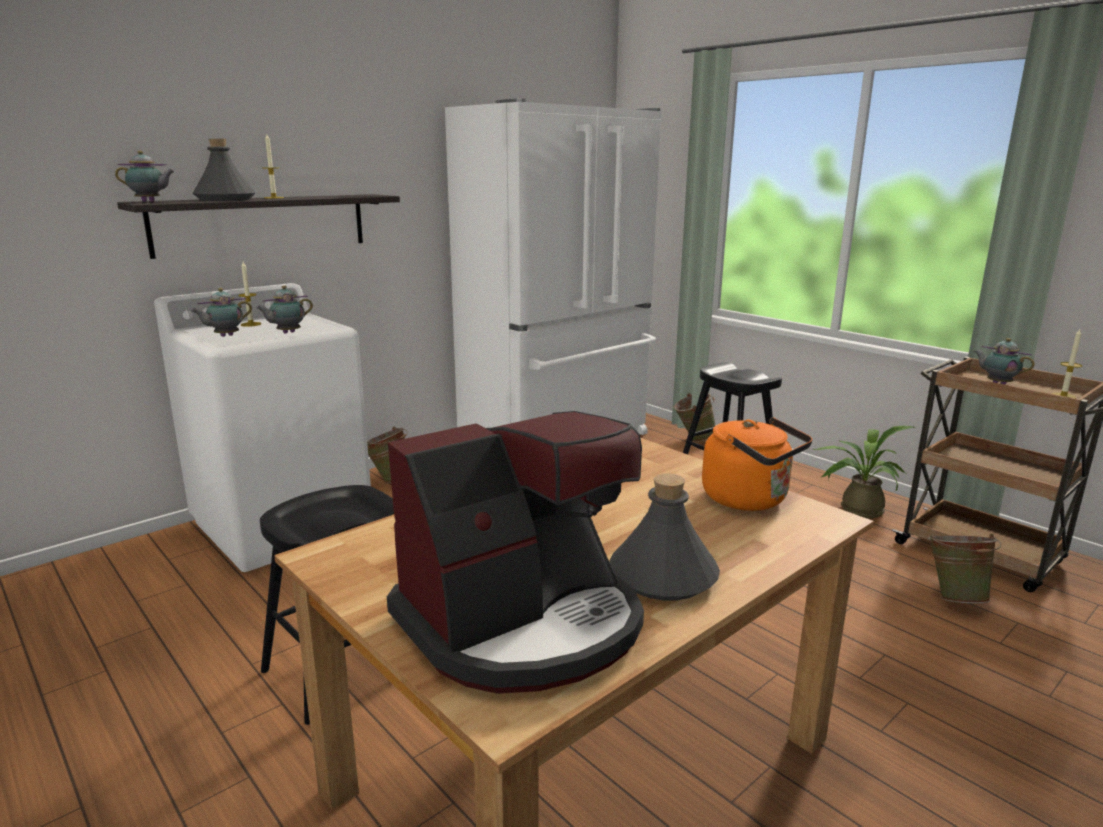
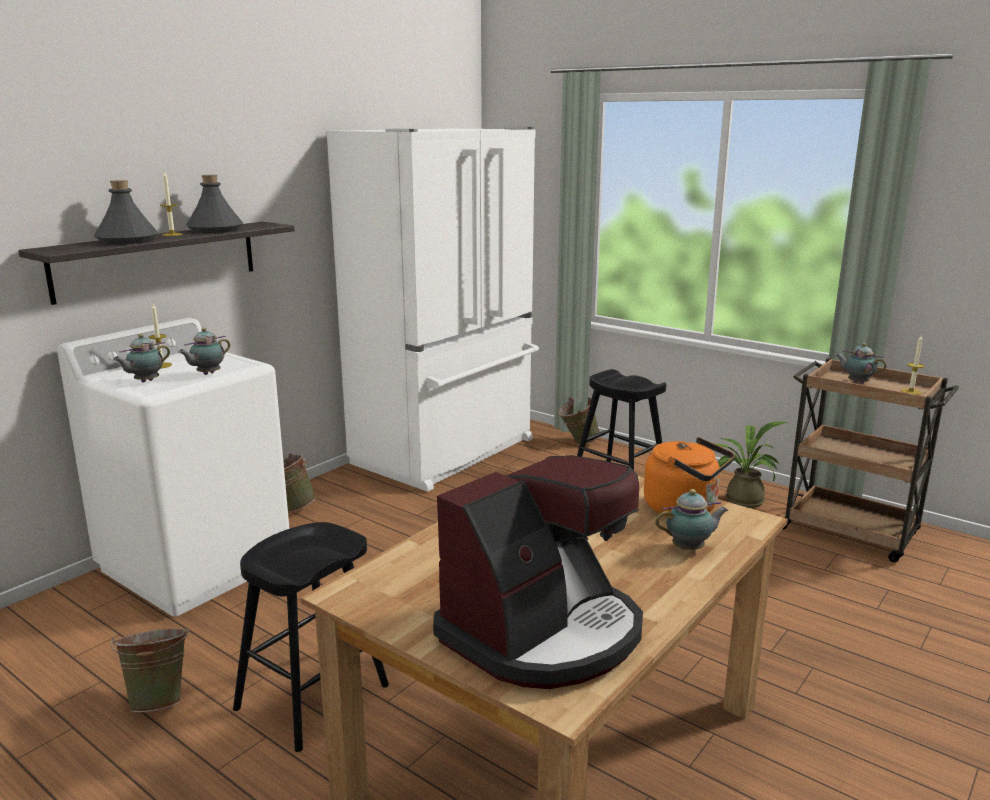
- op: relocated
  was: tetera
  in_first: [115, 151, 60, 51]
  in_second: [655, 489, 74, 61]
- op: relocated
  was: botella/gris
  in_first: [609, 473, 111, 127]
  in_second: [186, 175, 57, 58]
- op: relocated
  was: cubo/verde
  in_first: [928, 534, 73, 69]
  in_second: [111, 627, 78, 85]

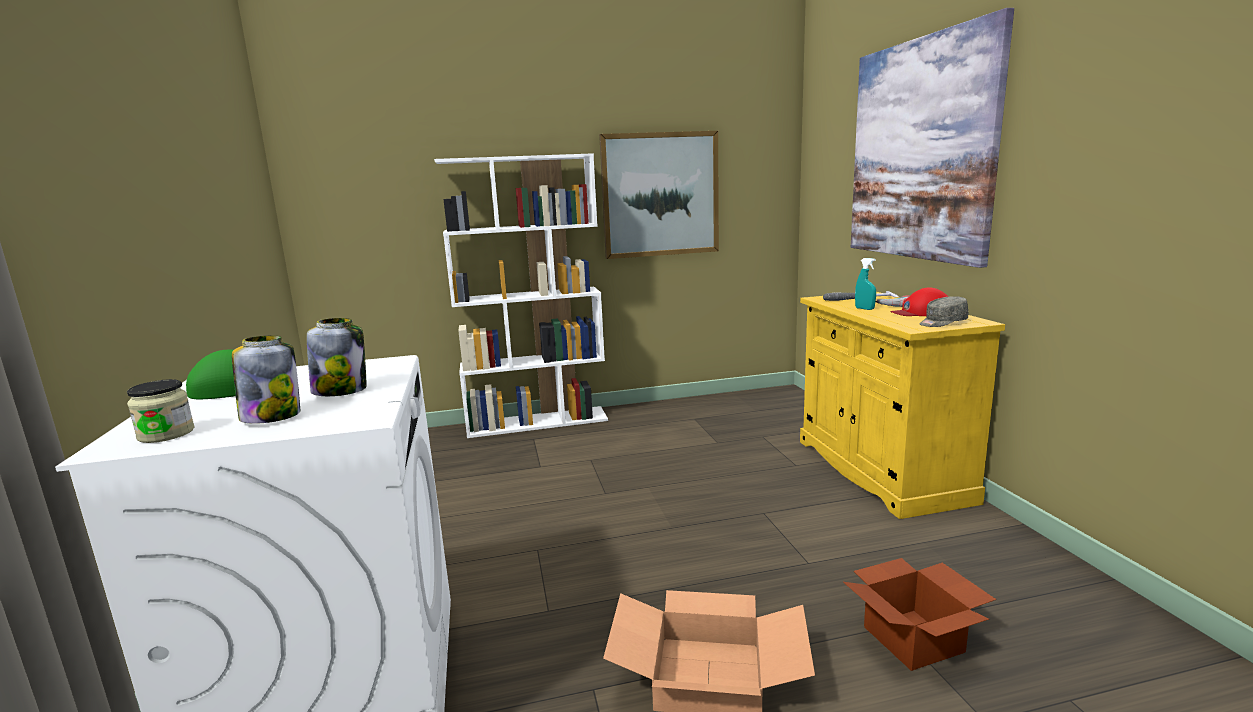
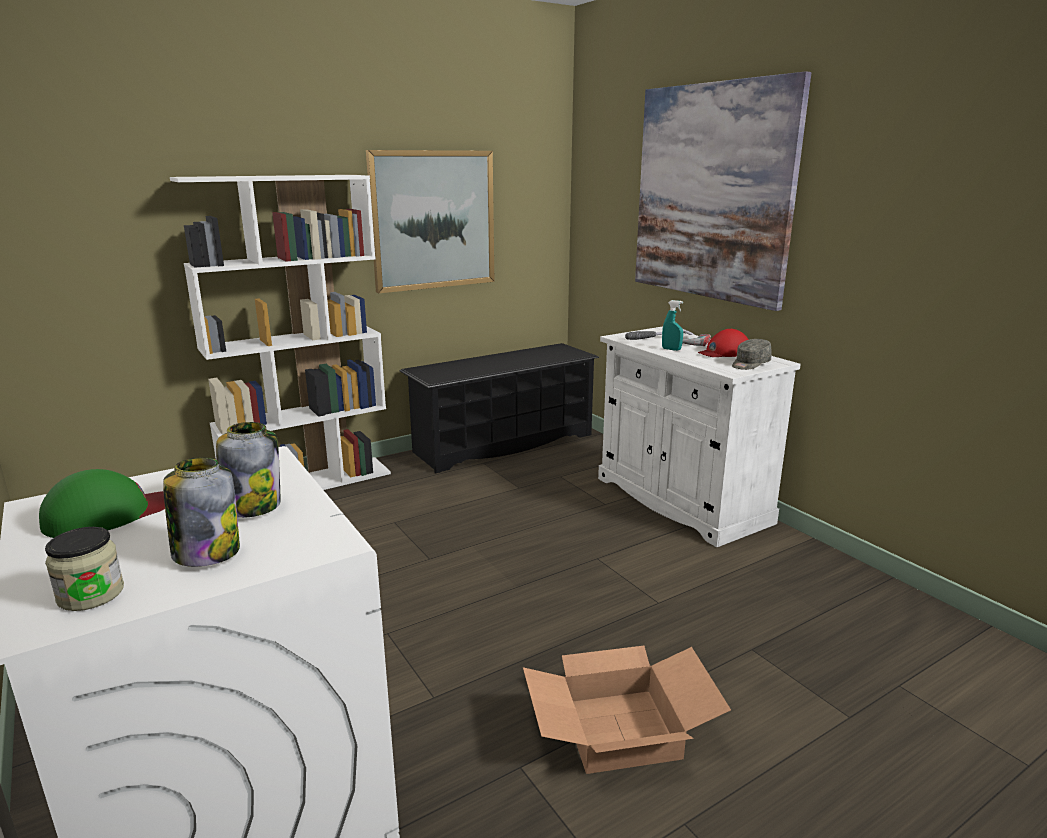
- op: colour
  was: armario/amarillo
  now: armario/blanco
  in_first: [800, 292, 205, 227]
  in_second: [598, 326, 203, 221]
- op: missing
  was: caja de cartón
  in_first: [843, 558, 153, 113]
- op: appeared
  now: zapatero/negro
  in_second: [400, 343, 199, 130]

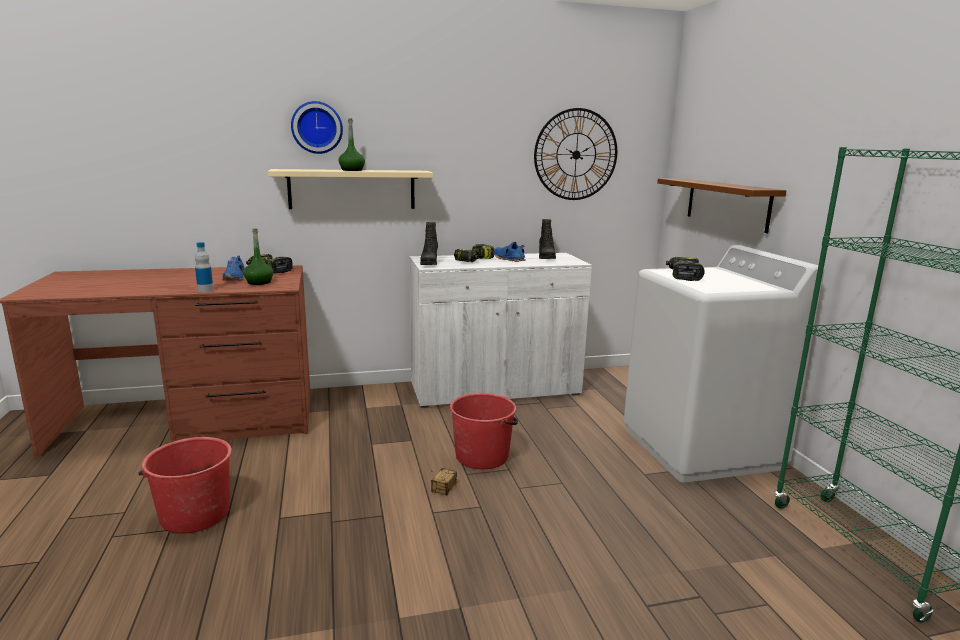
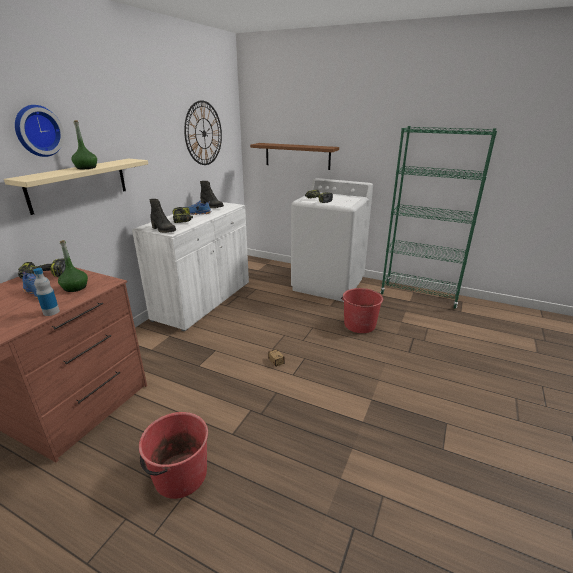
- op: relocated
  was: cubo/rojo
  in_first: [450, 393, 68, 76]
  in_second: [341, 288, 43, 45]

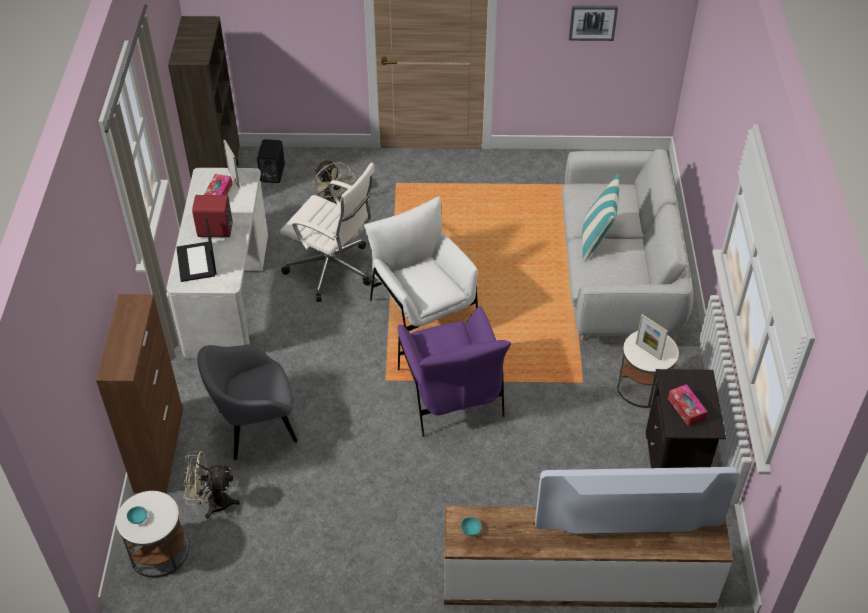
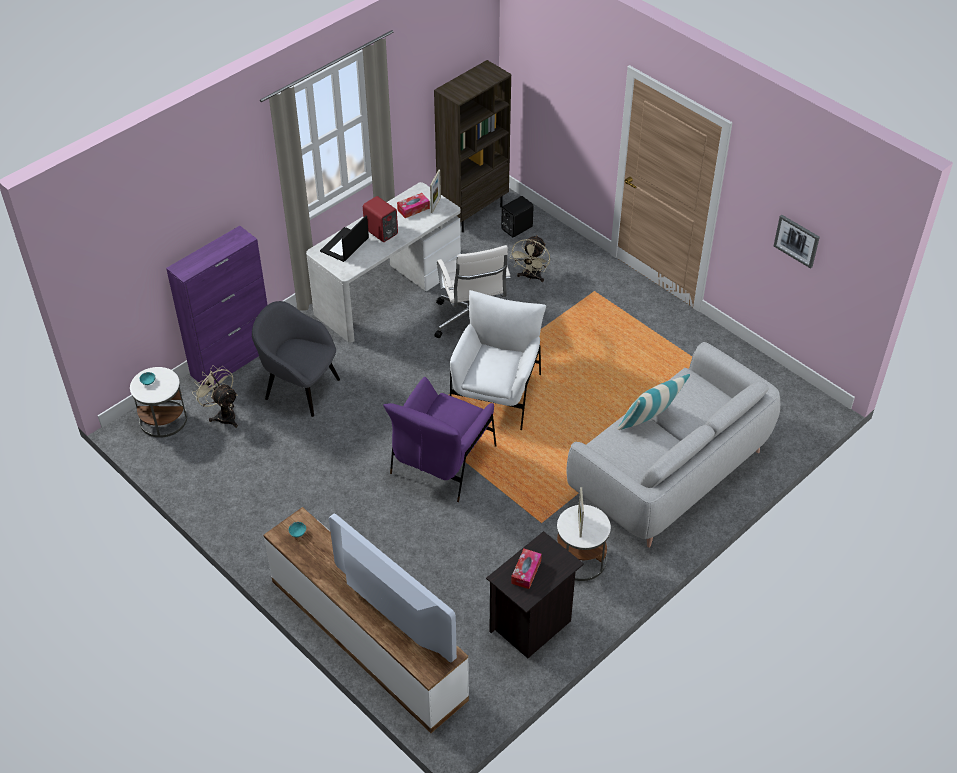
- op: colour
  was: armario/marrón
  now: armario/morado
  in_first: [96, 294, 87, 200]
  in_second: [166, 226, 102, 162]

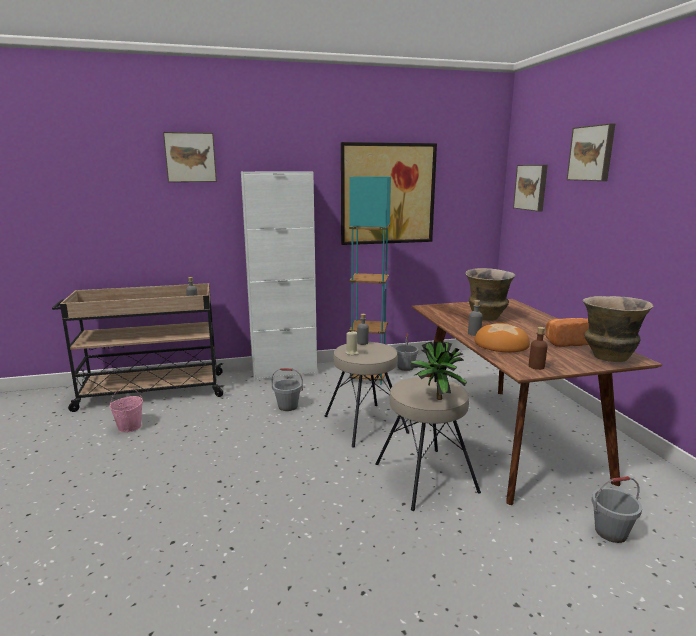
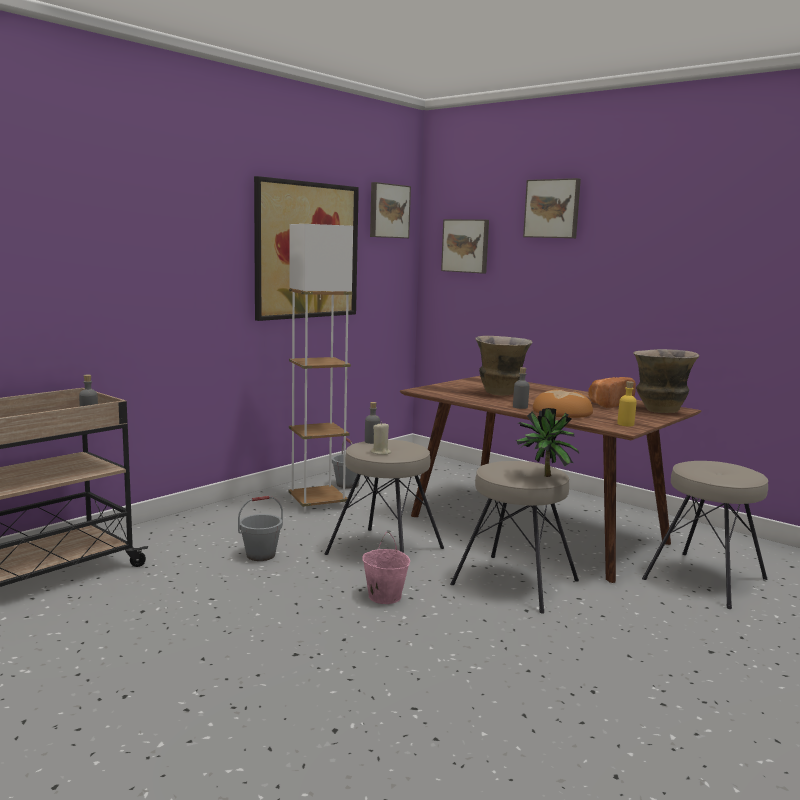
- op: relocated
  was: cubo/rosa
  in_first: [109, 386, 34, 47]
  in_second: [362, 532, 48, 72]
- op: relocated
  was: cuadro
  in_first: [163, 132, 54, 50]
  in_second: [370, 182, 41, 56]
- op: missing
  was: armario/blanco
  in_first: [241, 172, 76, 209]
- op: colour
  was: lámpara de pie/turquesa
  now: lámpara de pie/blanco
  in_first: [349, 177, 42, 208]
  in_second: [289, 224, 64, 289]
- op: colour
  was: botella/marrón
  now: botella/amarillo
  in_first: [529, 327, 18, 43]
  in_second: [617, 381, 20, 46]
- op: exchanged
  was: cubo/gris
  now: taburete/beis
  in_first: [592, 476, 50, 67]
  in_second: [642, 461, 126, 148]

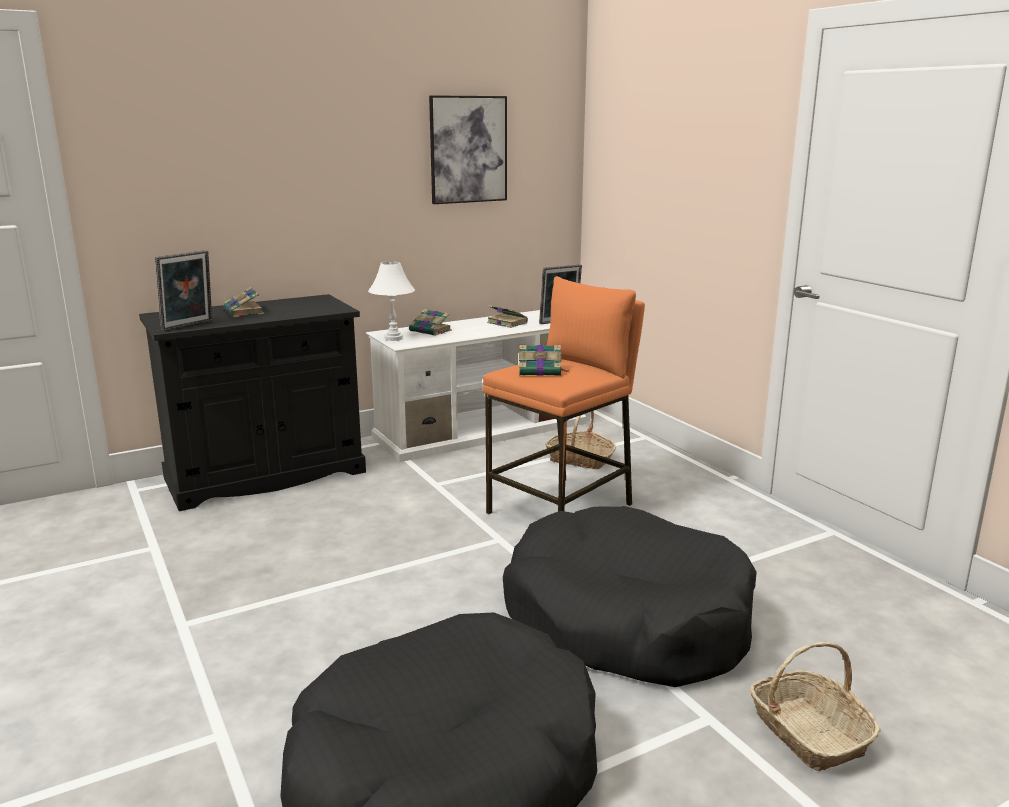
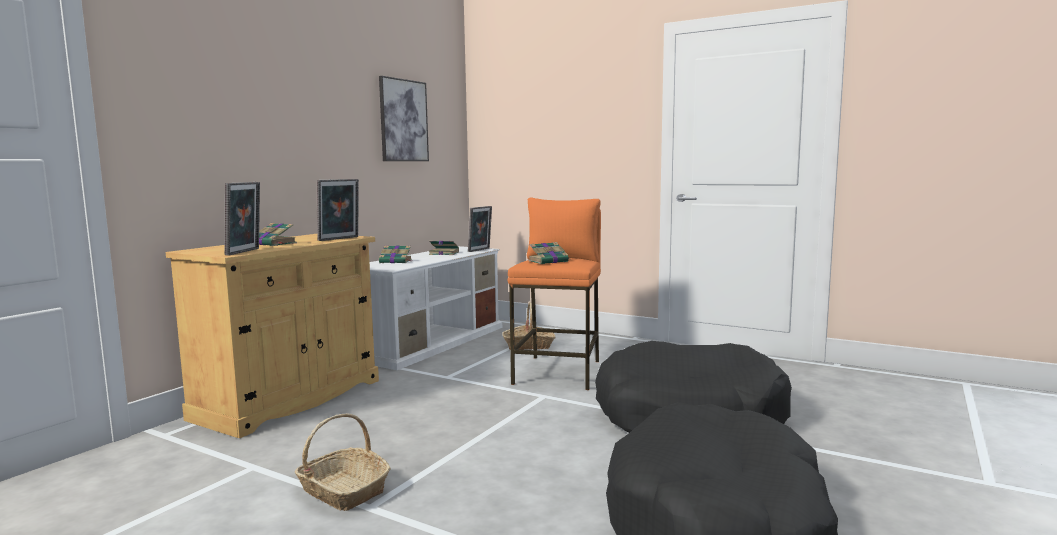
- op: colour
  was: armario/negro
  now: armario/beis
  in_first: [139, 294, 227, 217]
  in_second: [166, 234, 213, 204]
- op: missing
  was: lámpara de mesa/blanco
  in_first: [368, 261, 47, 80]
- op: relocated
  was: cesta
  in_first: [750, 642, 131, 129]
  in_second: [295, 413, 96, 98]
- op: appeared
  now: portarretratos
  in_second: [317, 179, 42, 62]

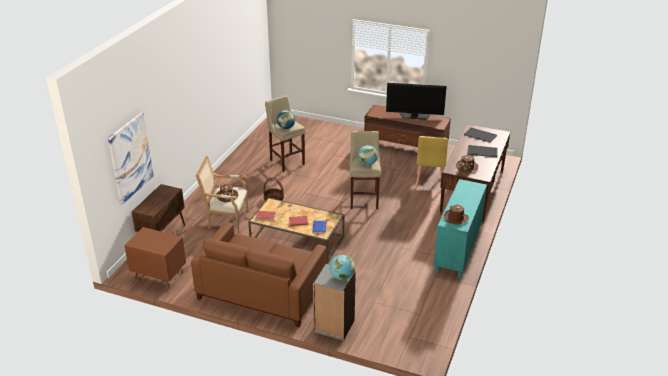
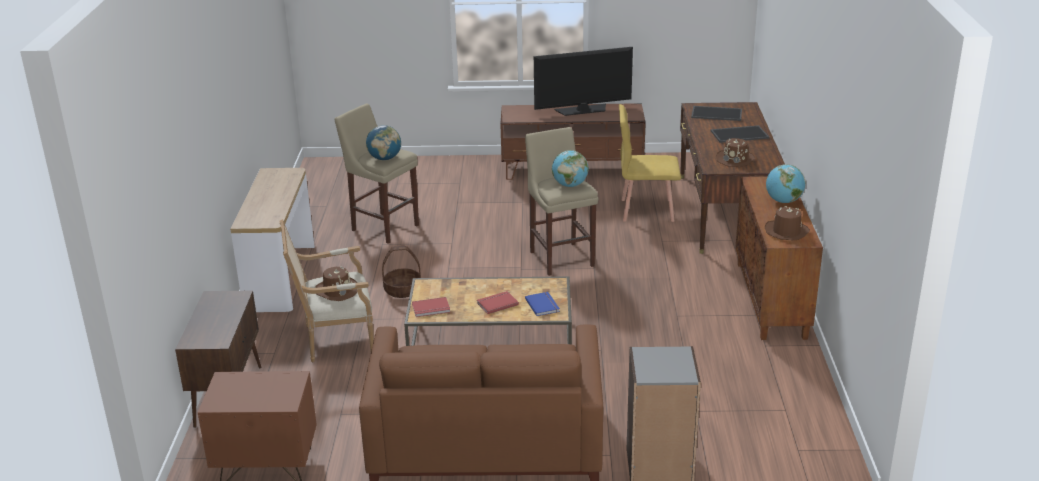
- op: missing
  was: cuadro
  in_first: [108, 112, 46, 93]
- op: relocated
  was: globo terráqueo
  in_first: [330, 255, 25, 25]
  in_second: [766, 164, 40, 39]
- op: spun
  was: silla/amarillo
  in_first: [415, 136, 33, 52]
  in_second: [619, 104, 62, 118]
  clockwise: 105
- op: colour
  was: armario/turquesa
  now: armario/marrón
  in_first: [434, 179, 53, 100]
  in_second: [735, 176, 88, 164]
- op: appeared
  now: mesa consola
  in_second: [230, 168, 85, 144]

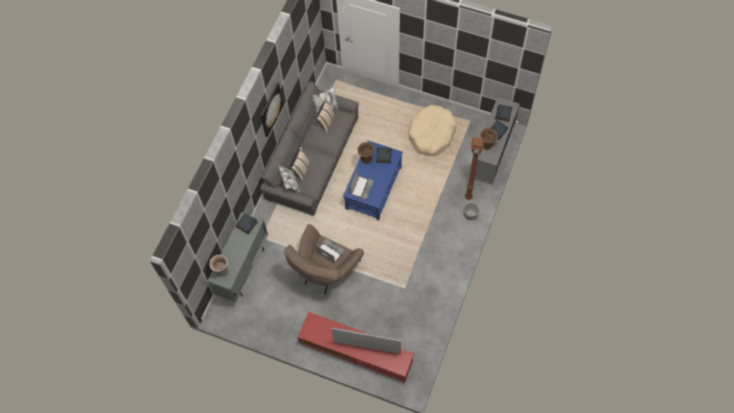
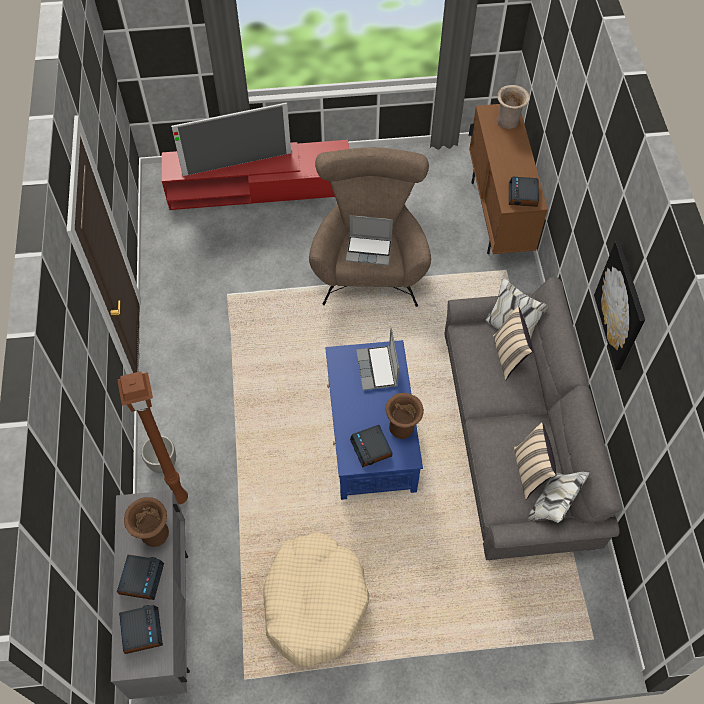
- op: colour
  was: armario/gris
  now: armario/marrón
  in_first: [207, 212, 61, 90]
  in_second: [469, 104, 79, 150]

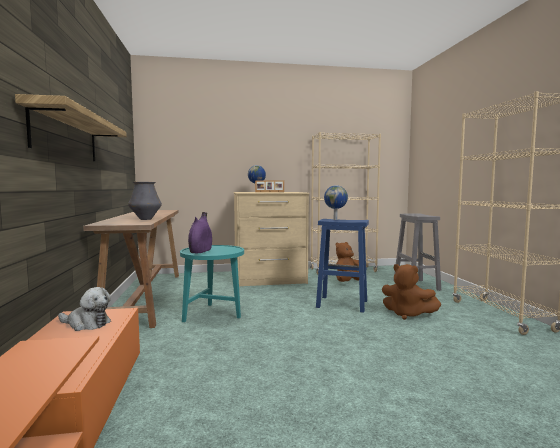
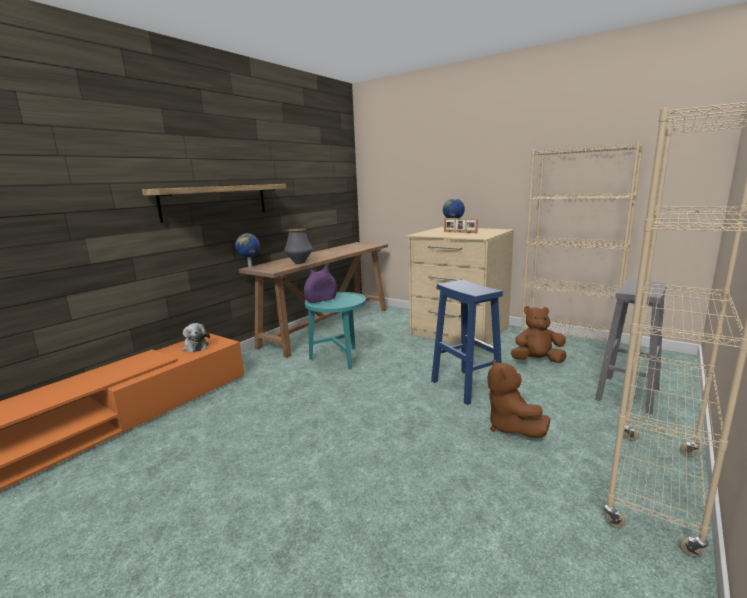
- op: relocated
  was: globo terráqueo
  in_first: [324, 185, 24, 35]
  in_second: [235, 233, 25, 35]

